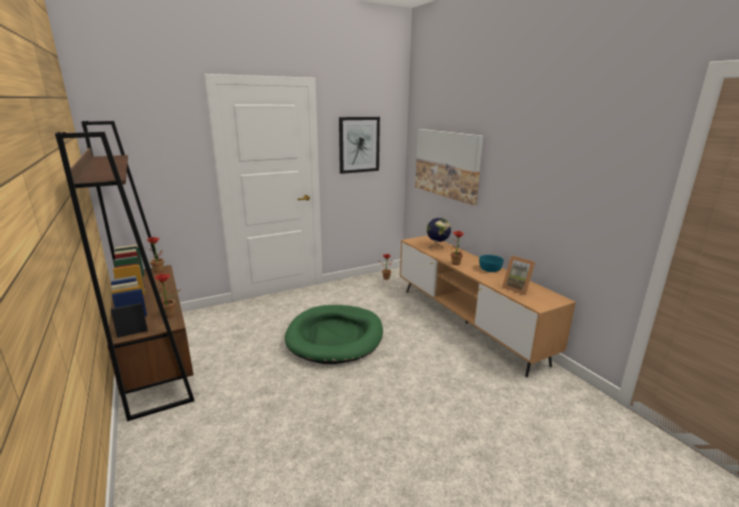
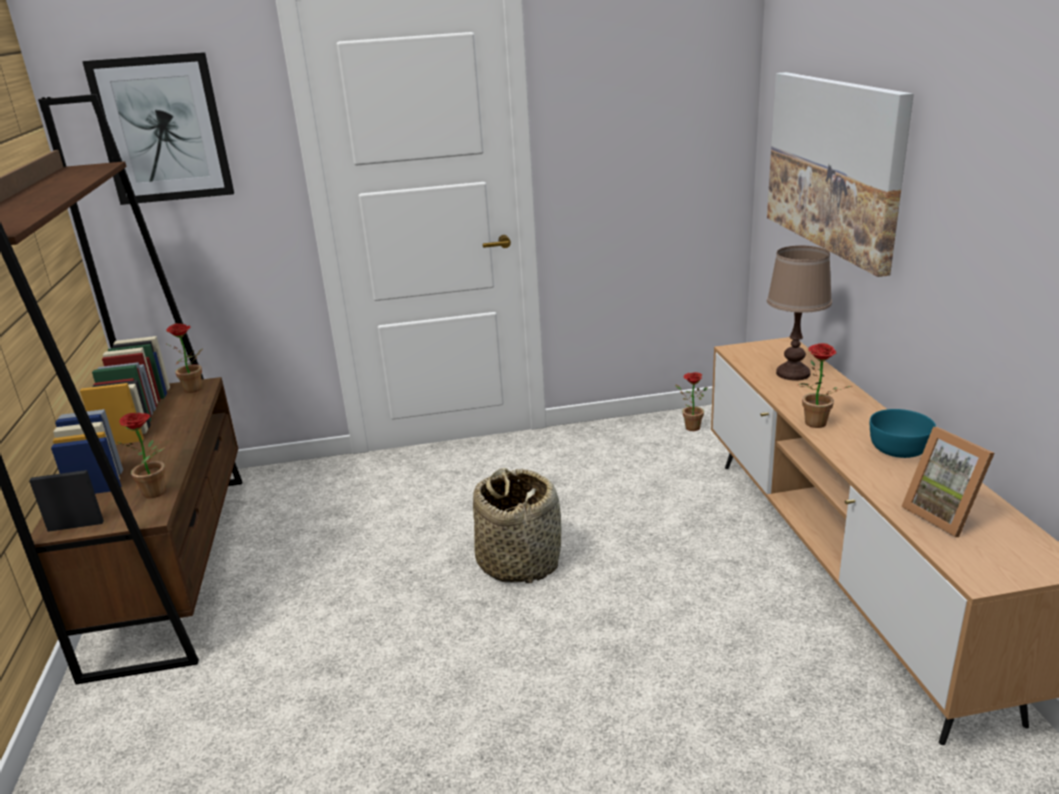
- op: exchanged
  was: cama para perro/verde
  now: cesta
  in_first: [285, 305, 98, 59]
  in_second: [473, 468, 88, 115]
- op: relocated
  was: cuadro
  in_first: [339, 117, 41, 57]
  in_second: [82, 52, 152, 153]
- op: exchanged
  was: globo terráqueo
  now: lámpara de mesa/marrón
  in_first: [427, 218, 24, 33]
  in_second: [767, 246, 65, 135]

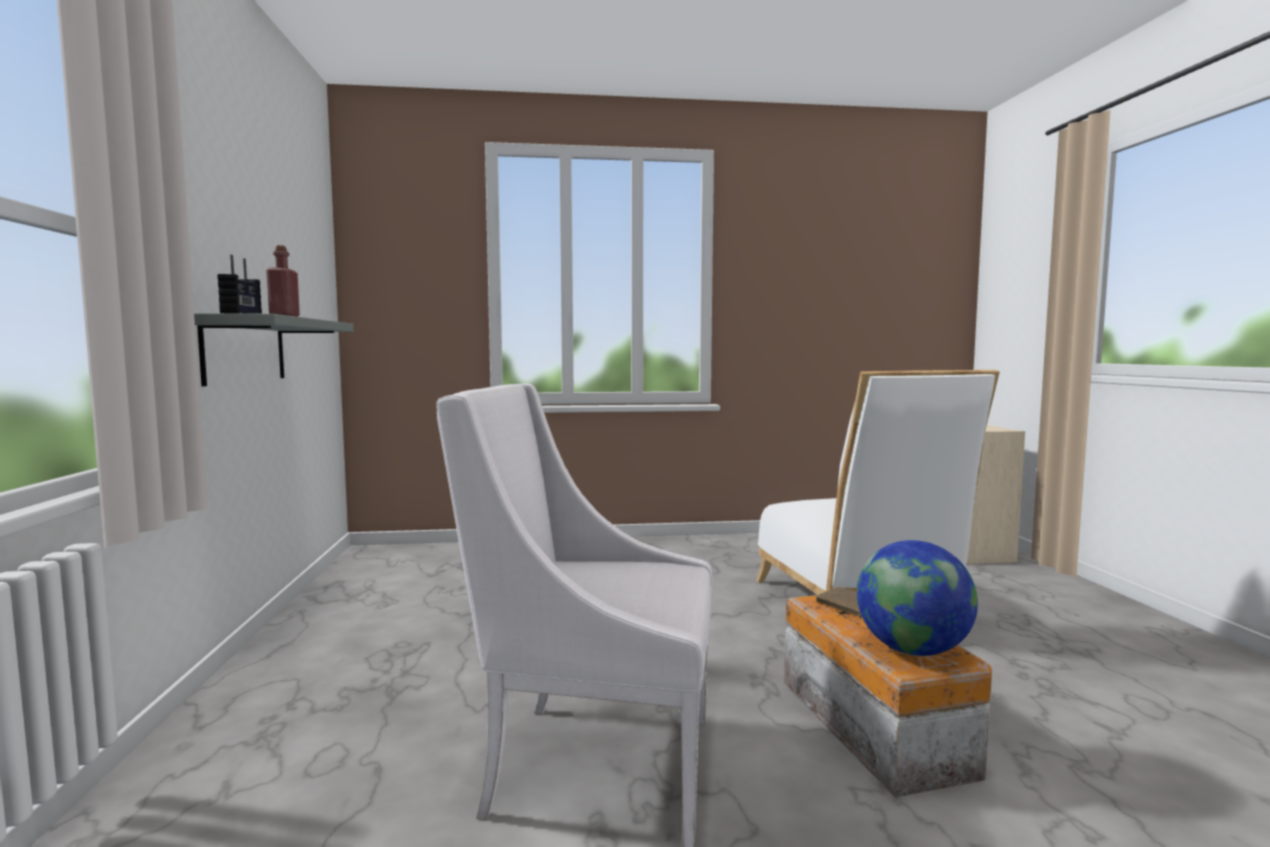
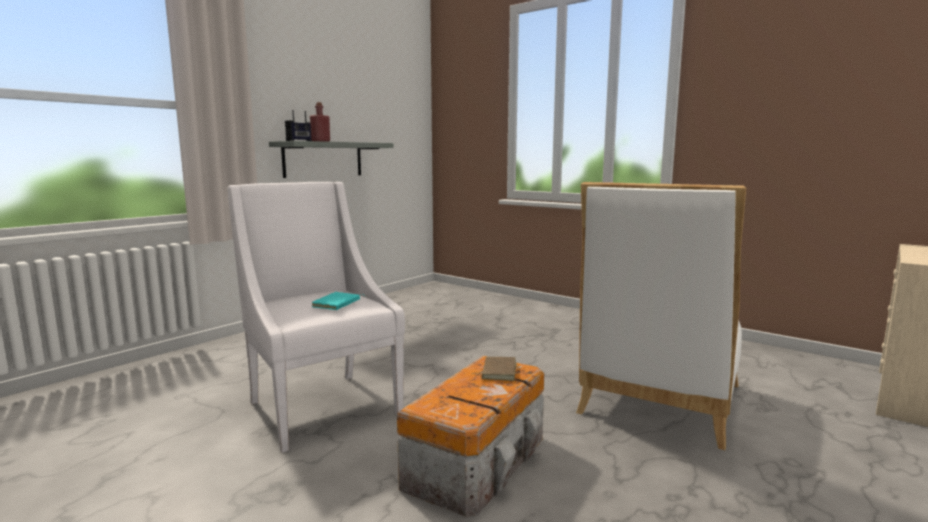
- op: missing
  was: globo terráqueo
  in_first: [857, 540, 121, 116]
- op: appeared
  now: libro/turquesa
  in_second: [312, 292, 56, 18]

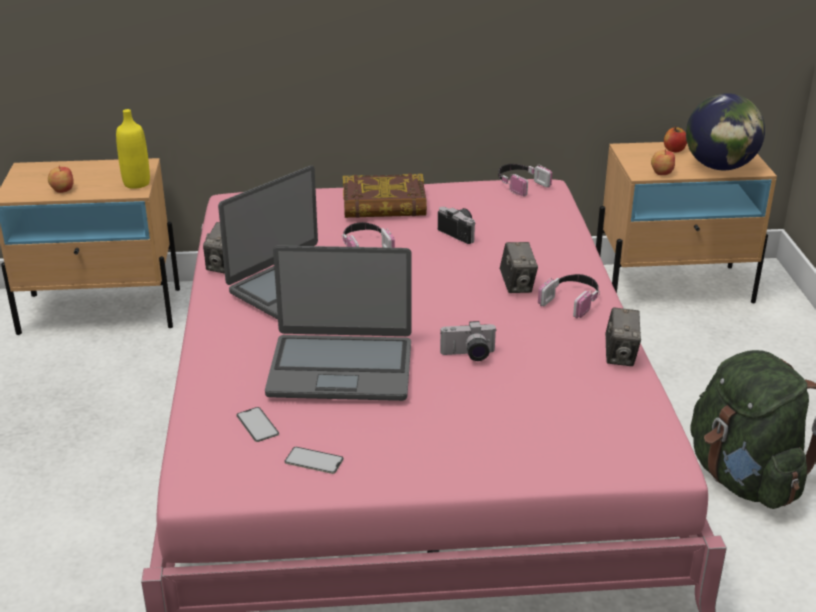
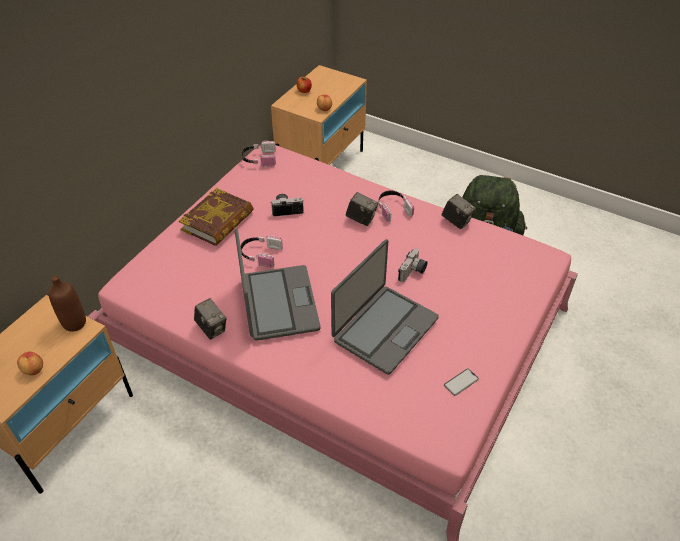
- op: colour
  was: botella/amarillo
  now: botella/marrón
  in_first: [116, 109, 34, 80]
  in_second: [49, 276, 37, 56]
- op: missing
  was: móvil
  in_first: [236, 407, 43, 35]
- op: missing
  was: globo terráqueo
  in_first: [686, 93, 79, 77]

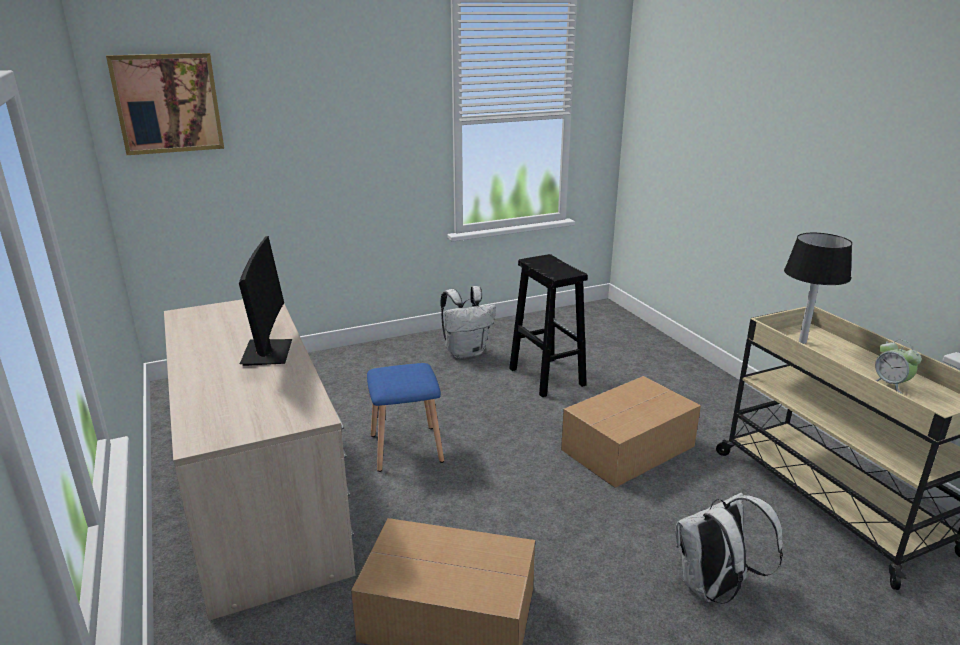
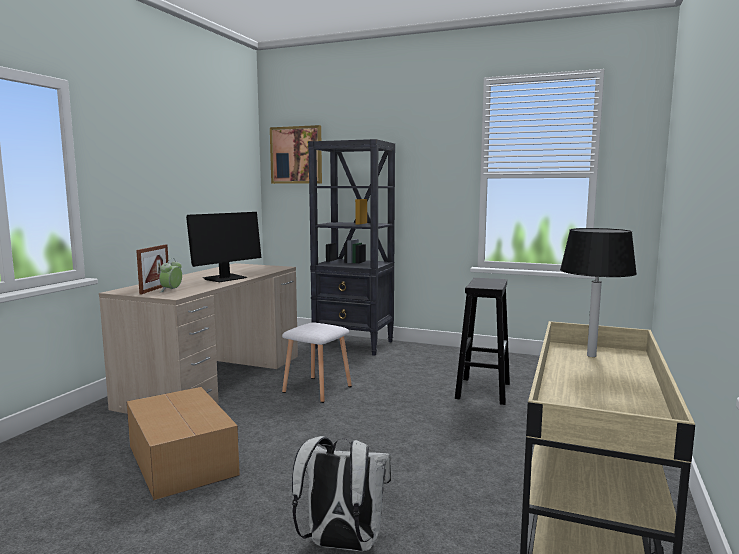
- op: colour
  was: taburete/azul
  now: taburete/blanco
  in_first: [367, 363, 77, 109]
  in_second: [282, 322, 70, 81]
- op: missing
  was: mochila/blanco
  in_first: [440, 286, 56, 73]
- op: missing
  was: caja de cartón
  in_first: [561, 376, 140, 112]
- op: relocated
  was: despertador
  in_first: [875, 339, 47, 55]
  in_second: [159, 258, 23, 34]
- op: appeared
  now: portarretratos
  in_second: [136, 244, 33, 50]
- op: appeared
  now: estantería/negro
  in_second: [308, 139, 87, 217]

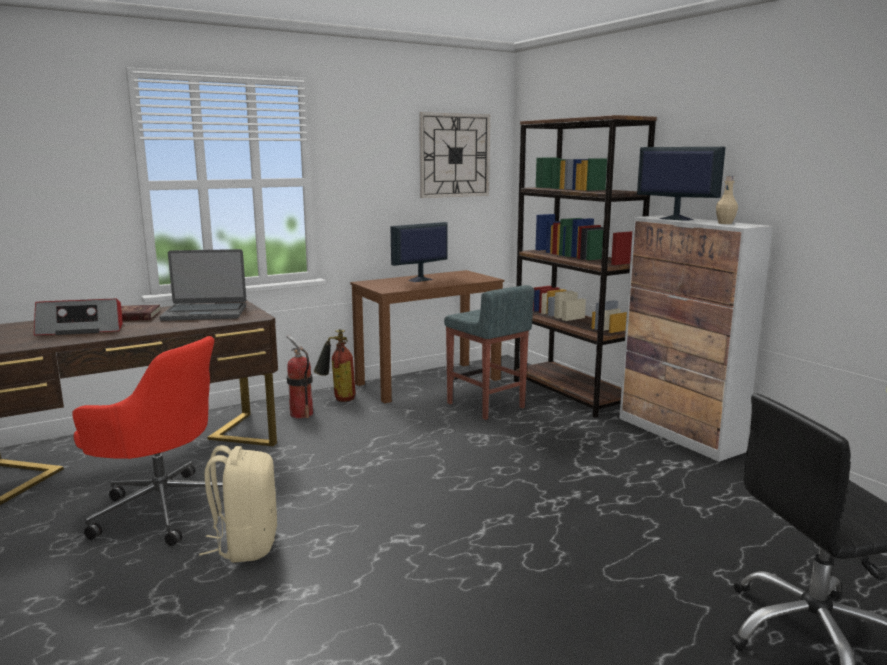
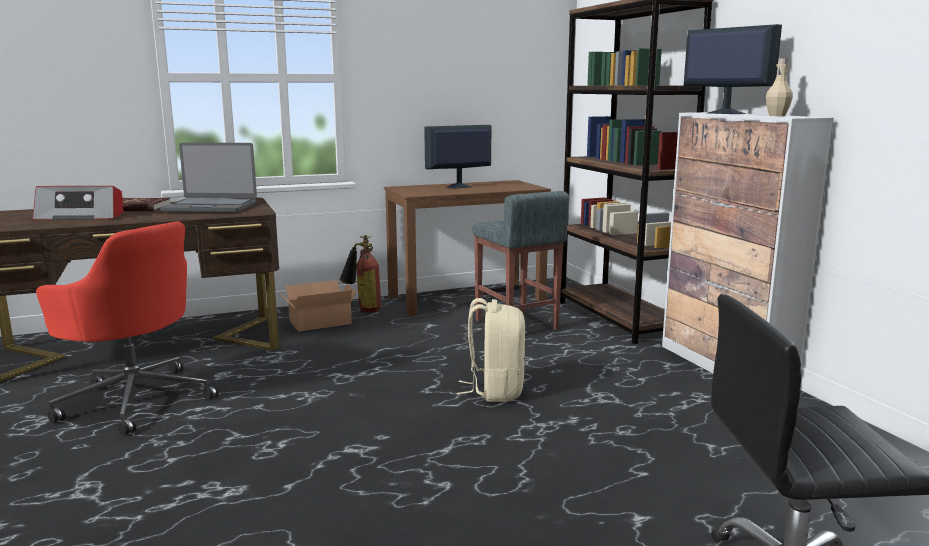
- op: relocated
  was: mochila/beis
  in_first: [199, 445, 78, 118]
  in_second: [457, 298, 68, 104]
- op: exchanged
  was: extintor
  now: caja de cartón
  in_first: [287, 335, 26, 84]
  in_second: [280, 280, 77, 52]
- op: missing
  was: reloj de pared
  in_first: [419, 112, 71, 86]

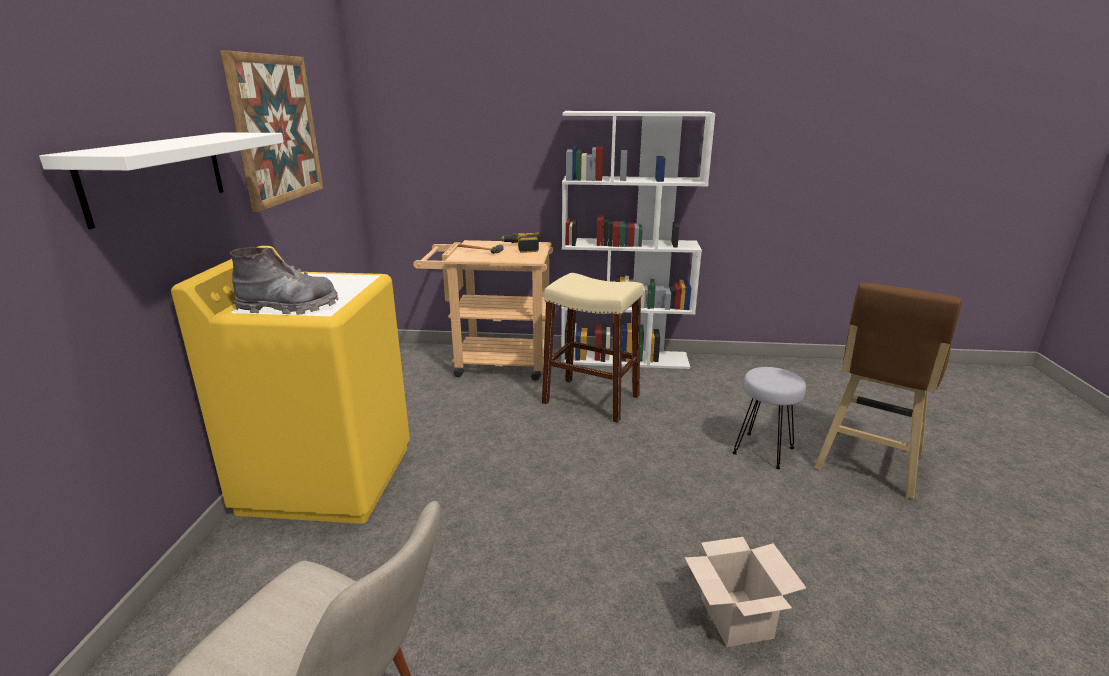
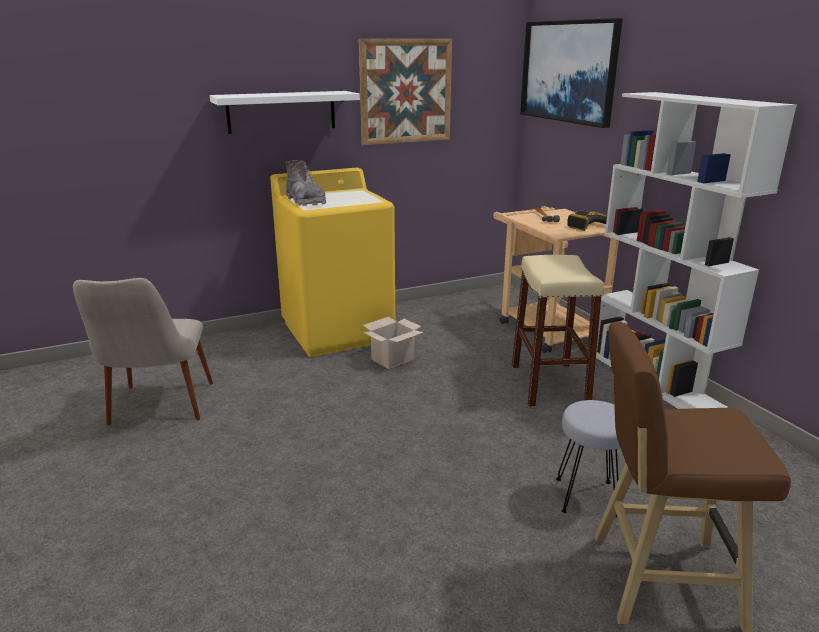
- op: relocated
  was: caja de cartón
  in_first: [684, 537, 122, 110]
  in_second: [363, 317, 61, 52]
- op: appeared
  now: cuadro
  in_second: [520, 18, 103, 110]

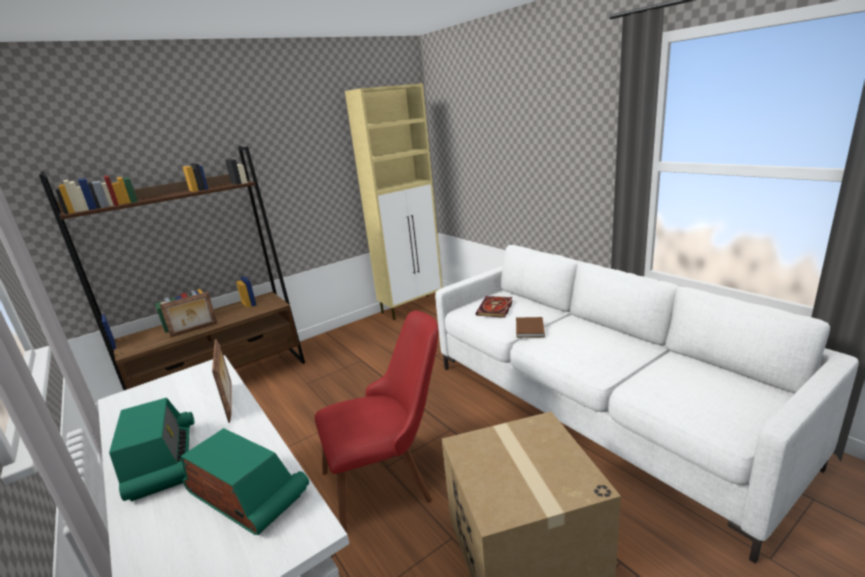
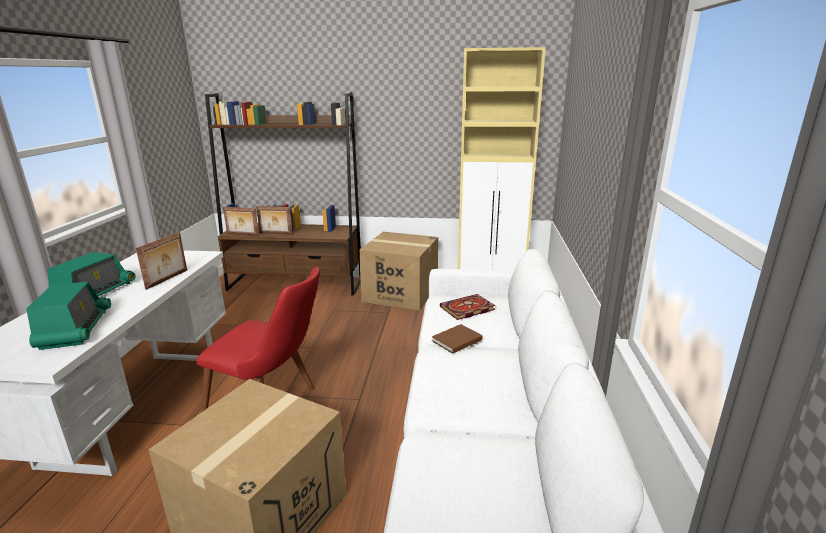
- op: appeared
  now: portarretratos
  in_second: [223, 207, 36, 29]
- op: appeared
  now: caja de cartón
  in_second: [359, 232, 79, 79]

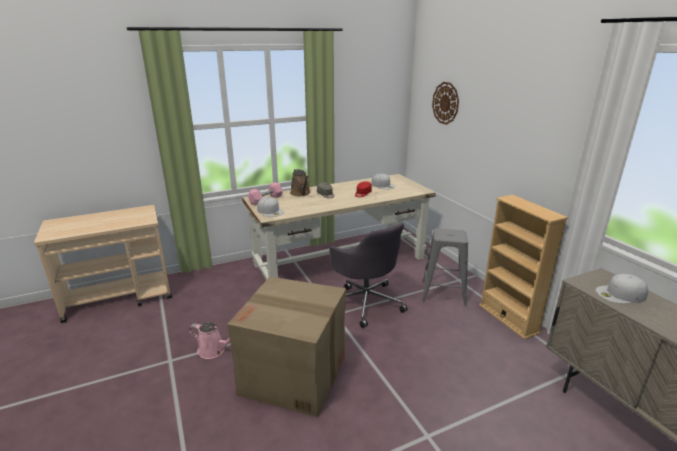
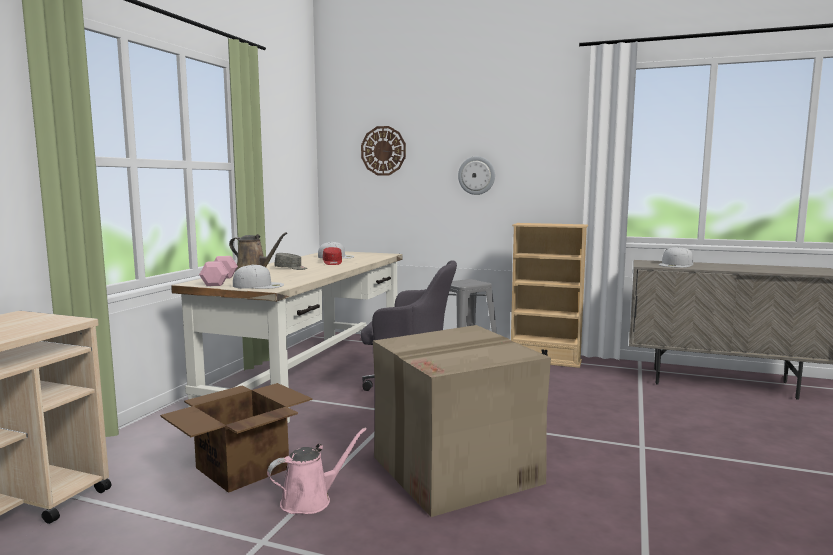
- op: appeared
  now: caja de cartón
  in_second: [160, 383, 152, 110]
- op: appeared
  now: reloj de pared
  in_second: [458, 156, 37, 39]

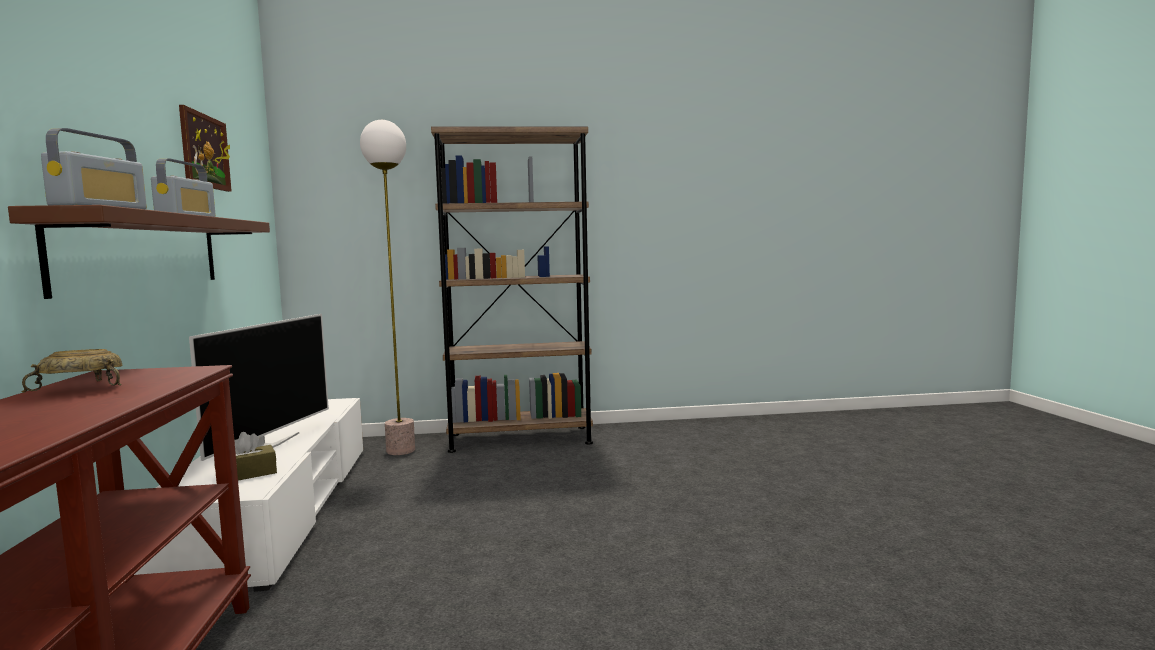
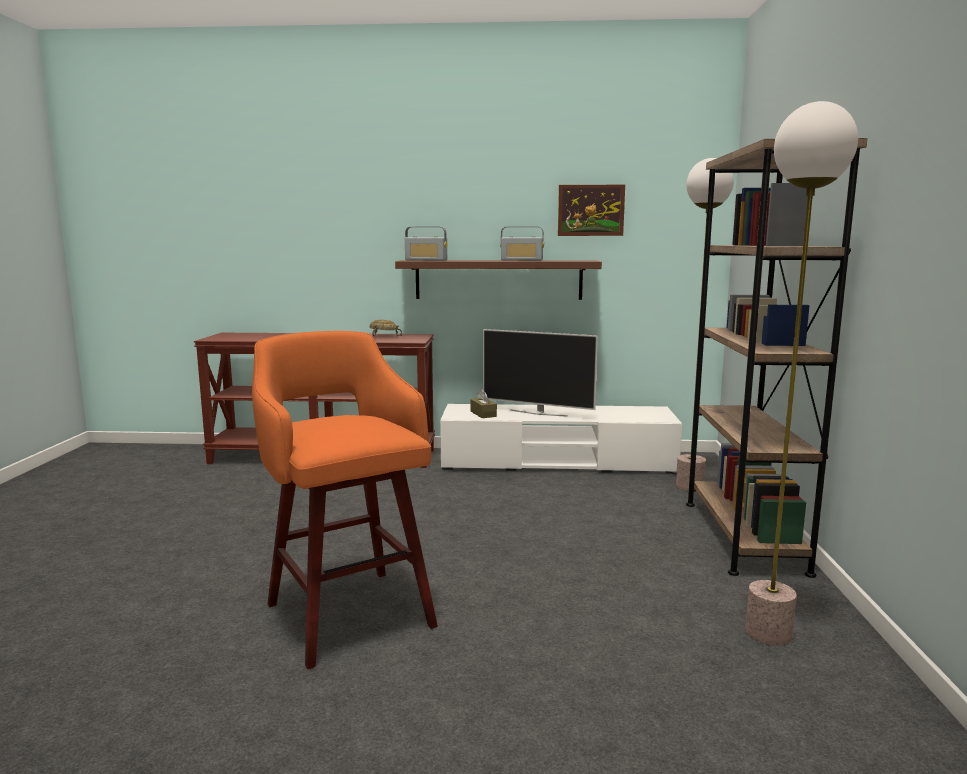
- op: appeared
  now: taburete/naranja
  in_second: [252, 331, 186, 338]
- op: appeared
  now: lámpara de pie
  in_second: [745, 101, 113, 545]

